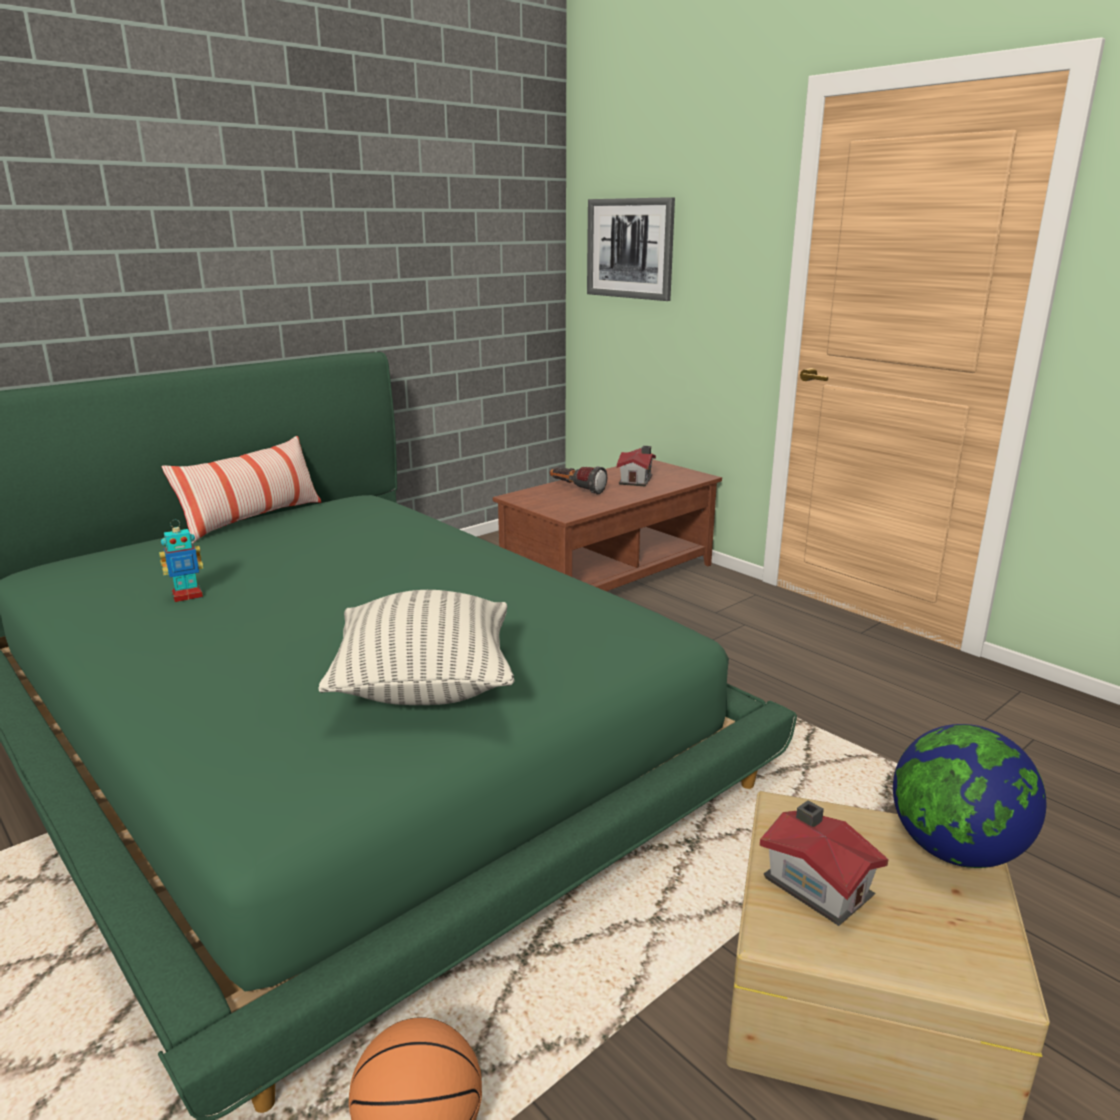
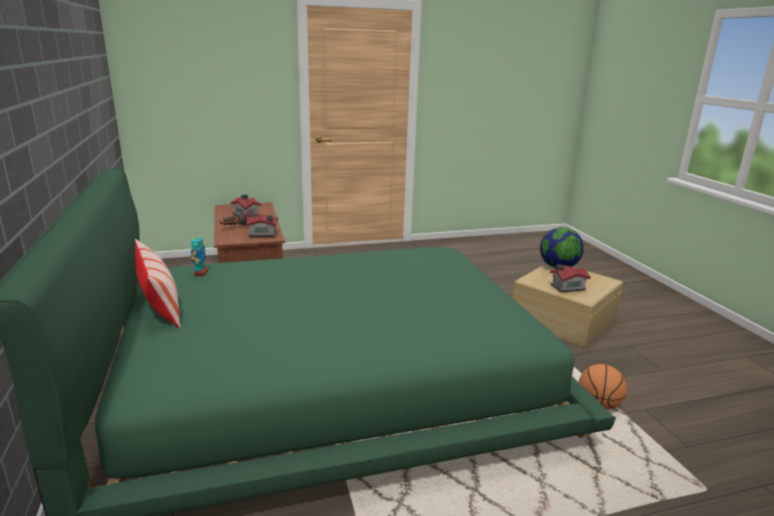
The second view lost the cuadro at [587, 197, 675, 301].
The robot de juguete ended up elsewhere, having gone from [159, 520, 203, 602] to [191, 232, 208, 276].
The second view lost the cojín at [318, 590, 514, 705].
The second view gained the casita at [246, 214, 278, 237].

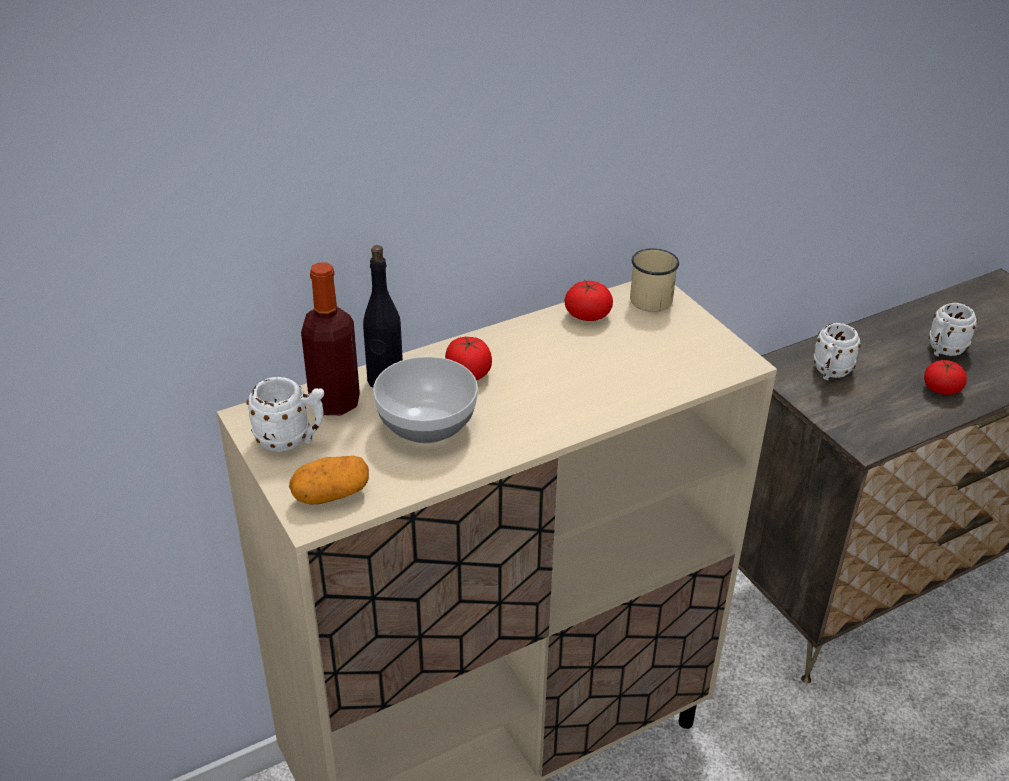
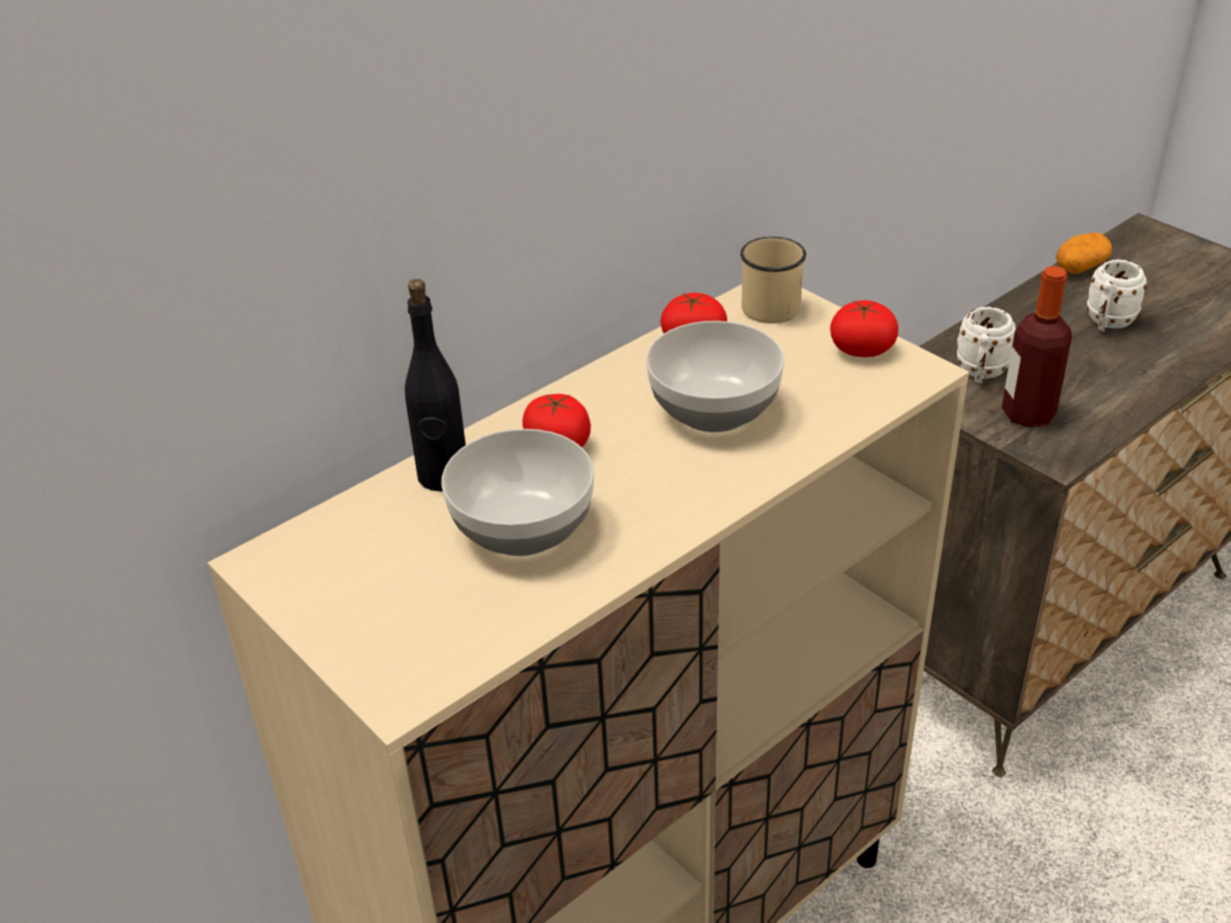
The botella ended up elsewhere, having gone from [301, 262, 360, 415] to [1002, 266, 1072, 428].
The tomate ended up elsewhere, having gone from [924, 359, 967, 395] to [830, 300, 898, 357].
The second view lost the taza grande (blanco) at [246, 377, 324, 452].
The patata ended up elsewhere, having gone from [289, 456, 369, 505] to [1056, 233, 1112, 274].
The second view gained the cuenco at [646, 321, 784, 432].

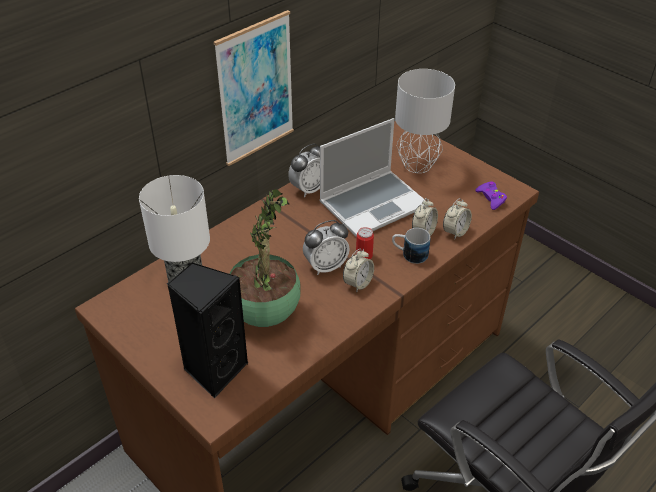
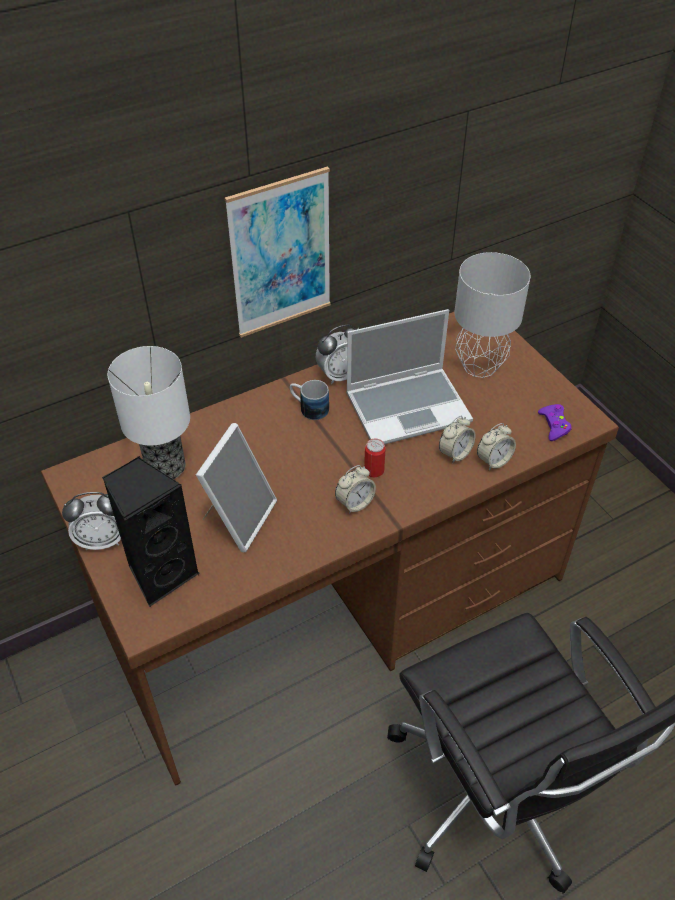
Where the planta en maceta stood at [229, 189, 301, 327], the portarretratos came to stand at [196, 423, 277, 552].
The despertador ended up elsewhere, having gone from [303, 220, 349, 275] to [62, 492, 121, 550].
The taza grande ended up elsewhere, having gone from [392, 228, 430, 264] to [290, 380, 329, 420].

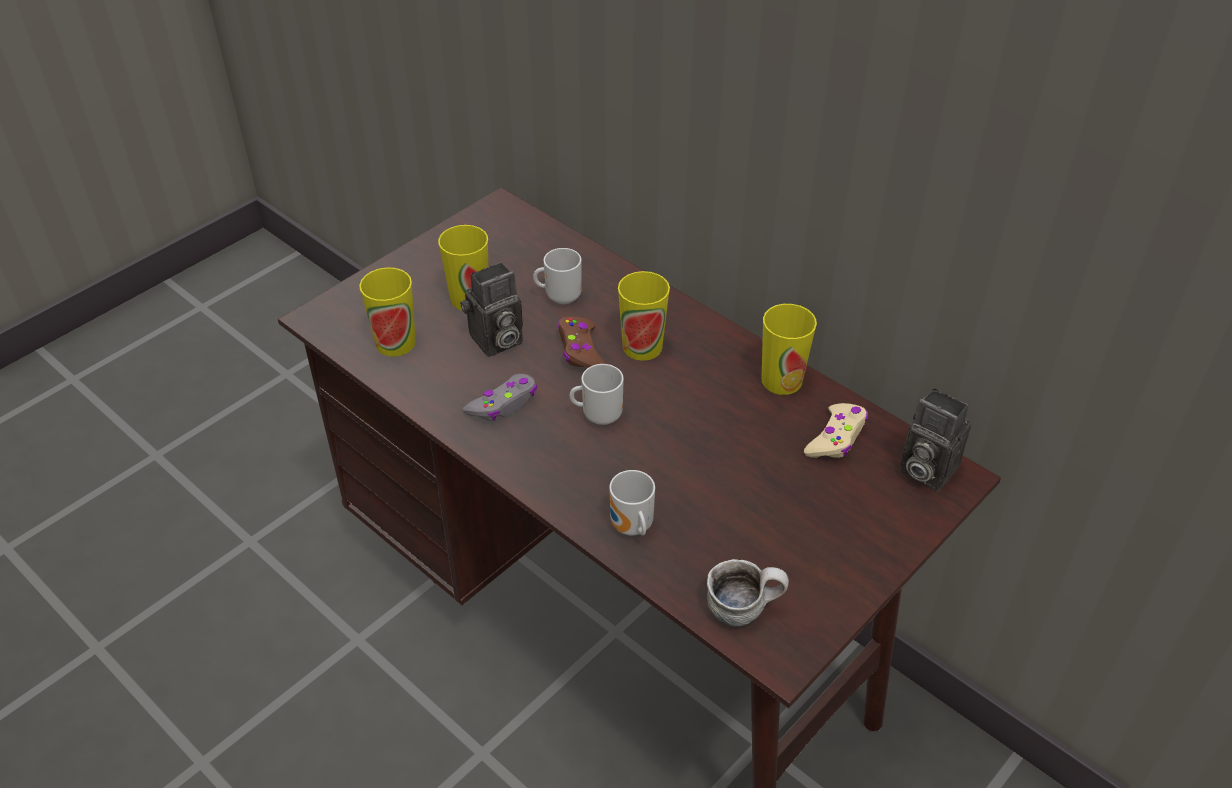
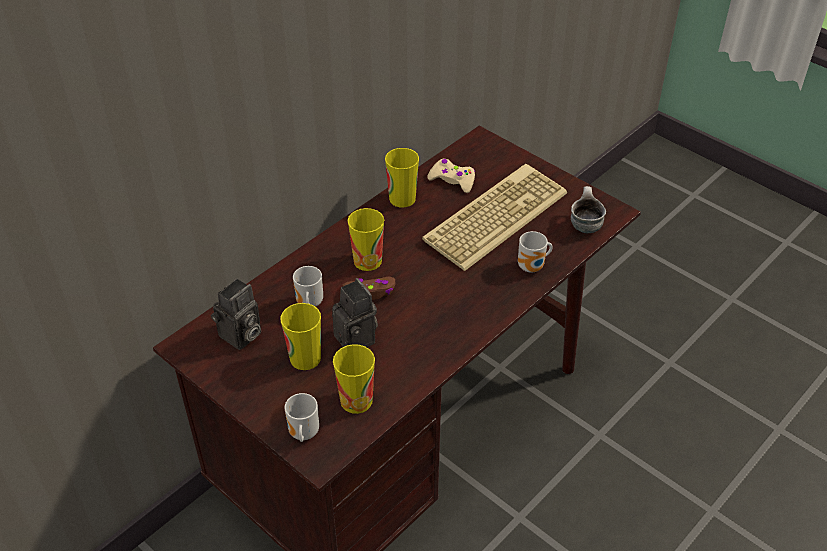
The taza grande ended up elsewhere, having gone from [569, 364, 624, 425] to [284, 393, 319, 442].
The second view lost the mando de consola (gris) at [463, 374, 537, 421].
The cámara ended up elsewhere, having gone from [900, 388, 971, 491] to [211, 278, 261, 350].
The second view gained the teclado at [422, 164, 567, 271].

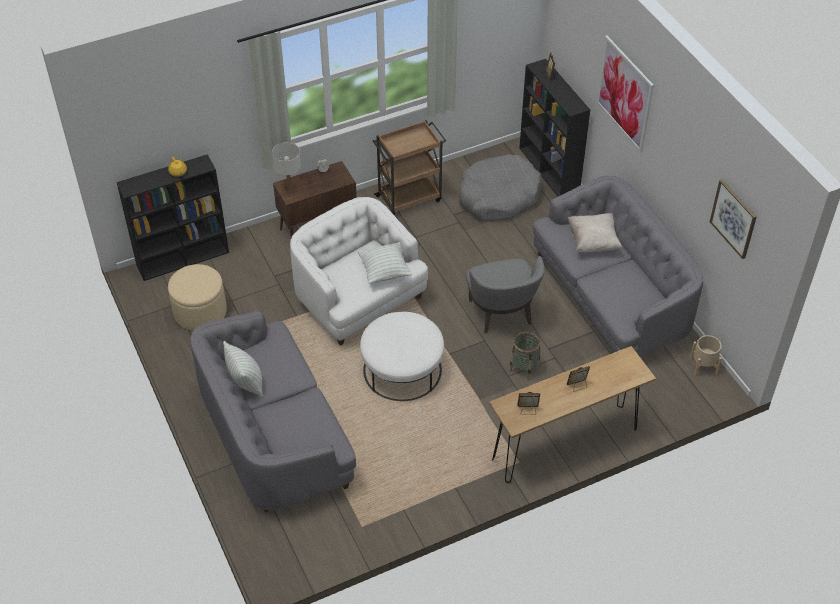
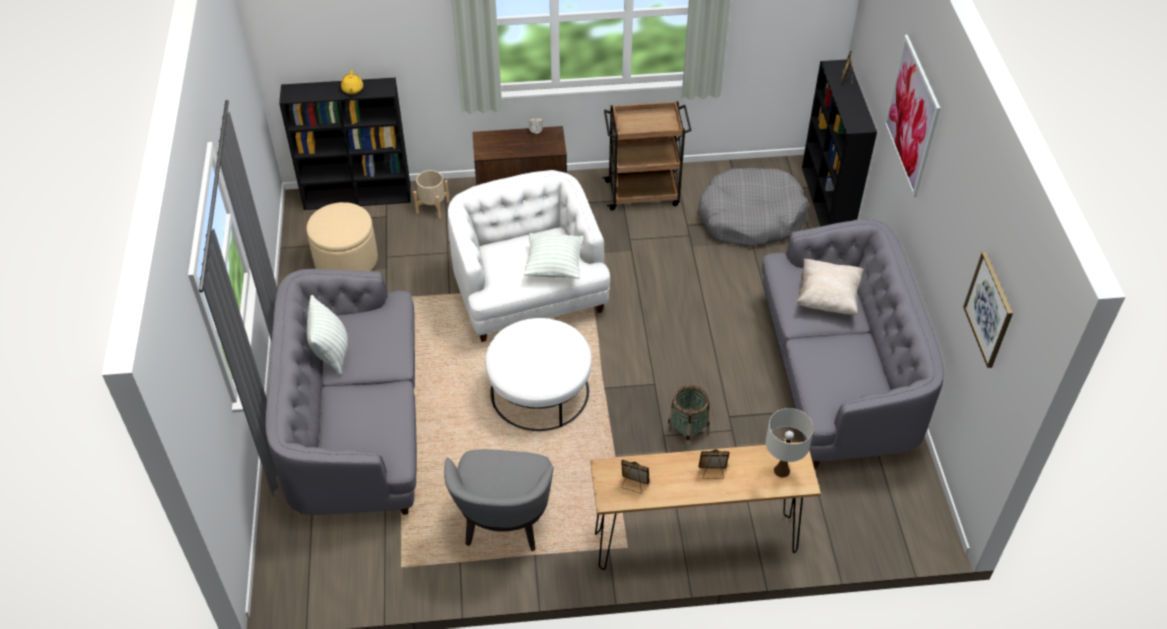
The lámpara de mesa (blanco) ended up elsewhere, having gone from [272, 142, 301, 191] to [766, 408, 814, 478].
The sillón (gris) ended up elsewhere, having gone from [466, 256, 545, 334] to [444, 449, 554, 551].
The maceta (beis) ended up elsewhere, having gone from [690, 335, 722, 376] to [413, 170, 450, 218].

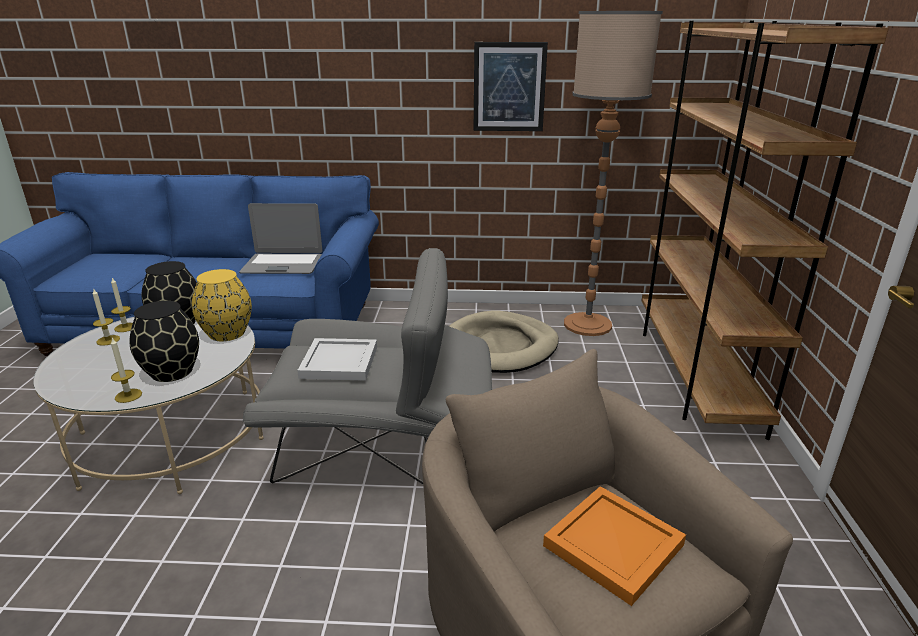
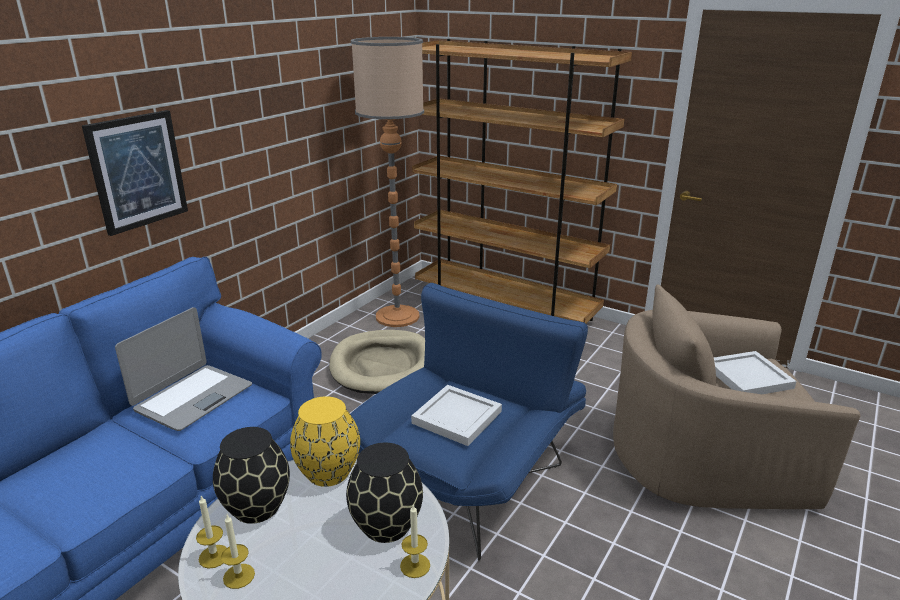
The cuadro ended up elsewhere, having gone from [474, 42, 548, 131] to [82, 110, 188, 236].
What was the sillón (gris) at [243, 248, 492, 484] turned into the sillón (azul) at [350, 283, 588, 561].
What was the bandeja (naranja) at [543, 486, 686, 606] turned into the bandeja (blanco) at [714, 351, 797, 394].

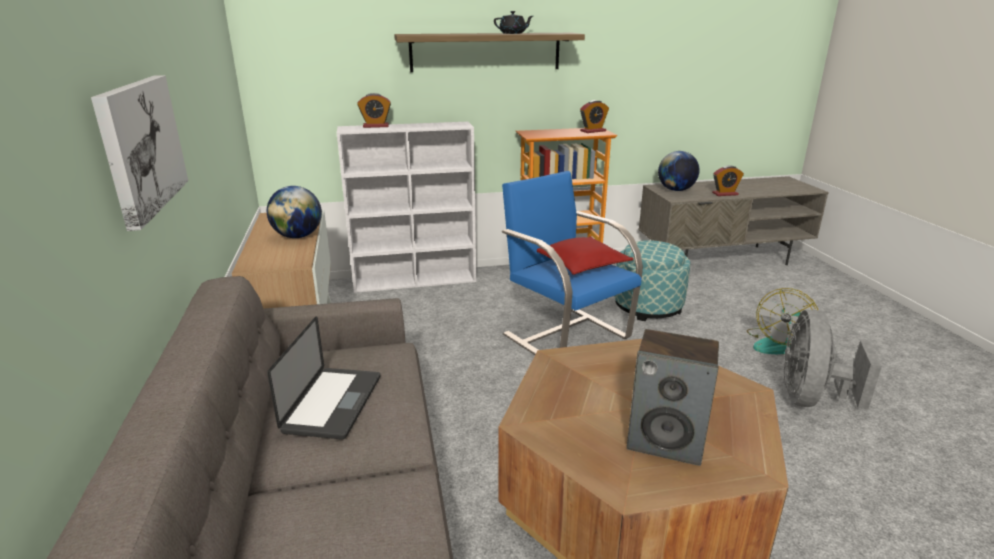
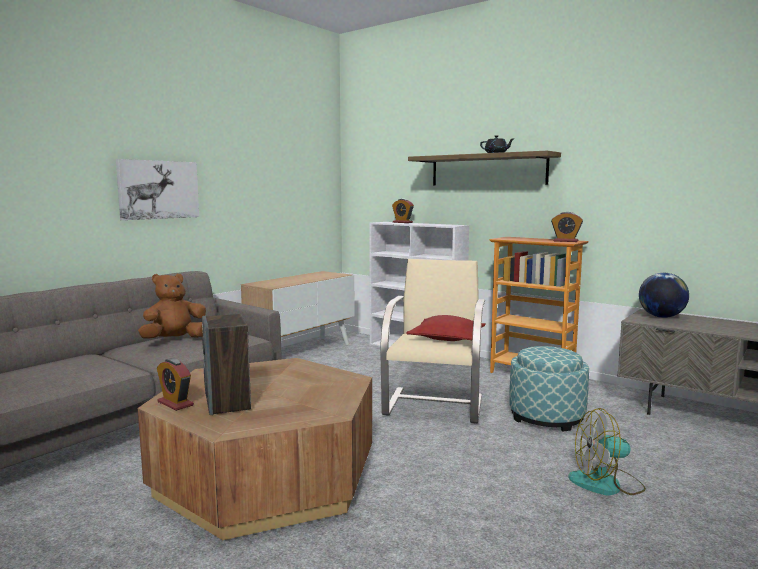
The despertador ended up elsewhere, having gone from [712, 165, 744, 196] to [157, 358, 194, 411].
What was the sillón (azul) at [502, 171, 643, 355] turned into the sillón (beis) at [381, 259, 485, 424].
The second view lost the globo terráqueo at [267, 186, 322, 238].
The second view lost the ventilador (gris) at [784, 310, 882, 409].
Where the portátil stood at [267, 316, 380, 439], the peluche (marrón) came to stand at [138, 274, 206, 339].

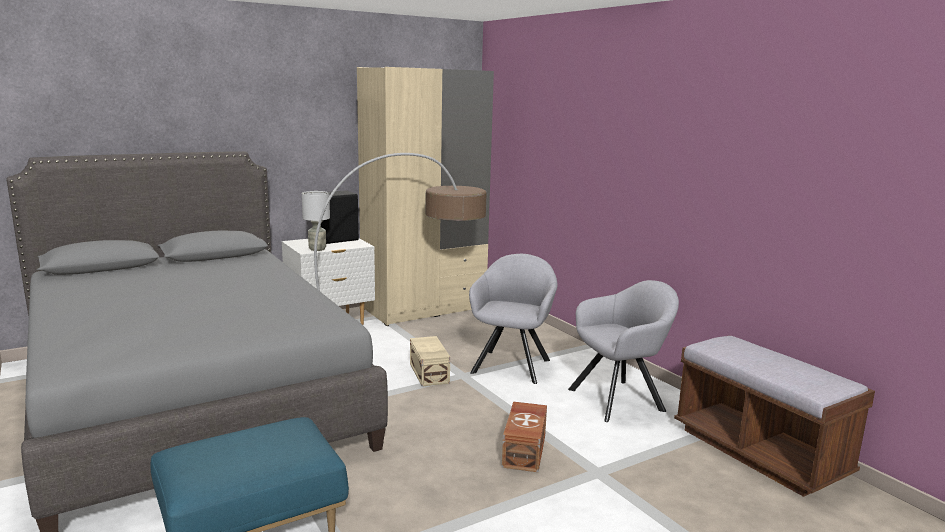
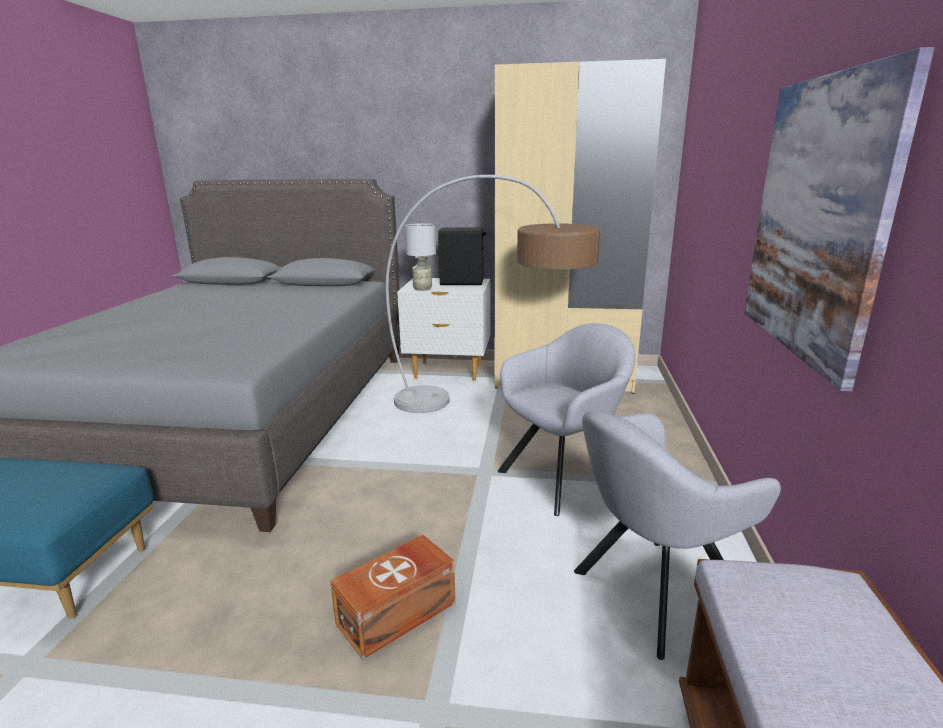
The sillón (gris) at [568, 280, 679, 422] ended up facing another way, 135 degrees clockwise from before.
The second view lost the caja de almacenaje (beis) at [410, 336, 450, 386].
The second view gained the cuadro at [744, 47, 934, 391].

